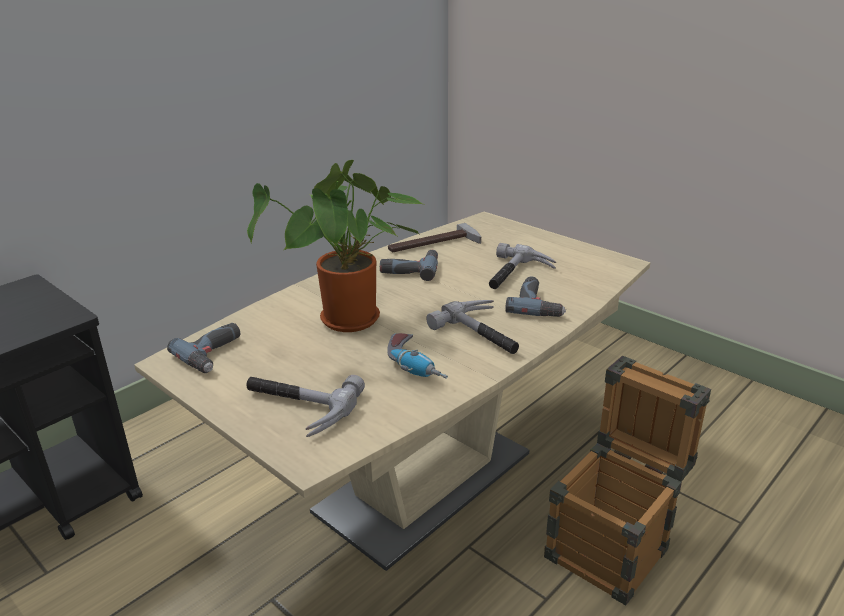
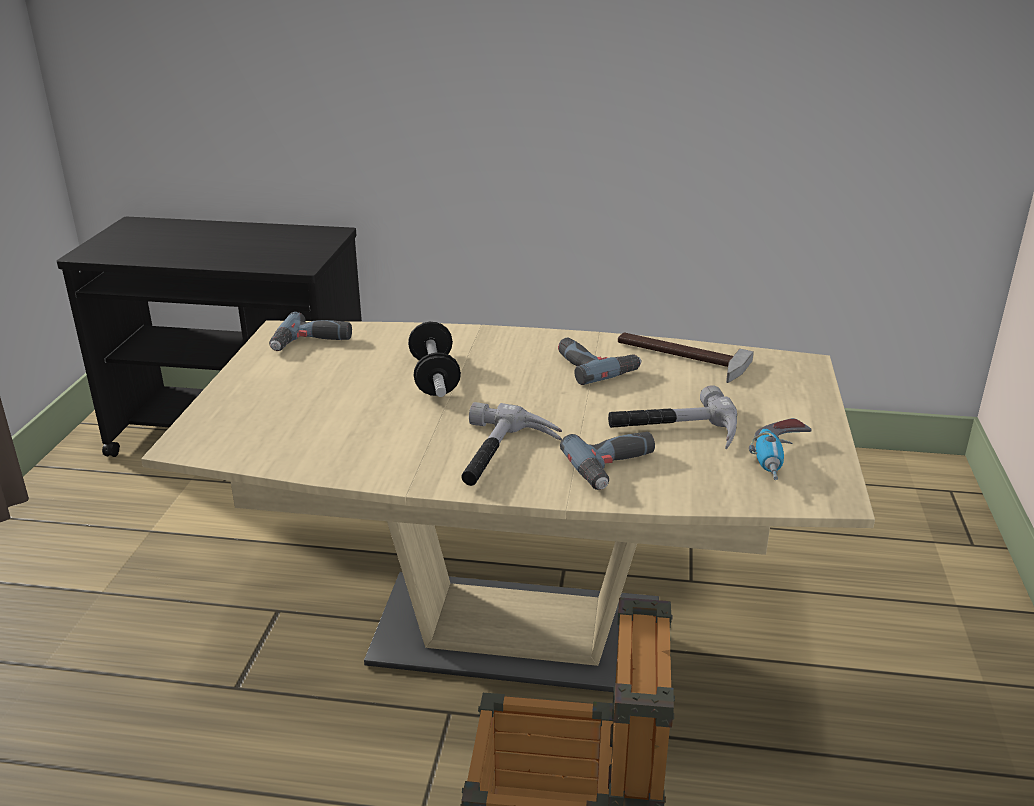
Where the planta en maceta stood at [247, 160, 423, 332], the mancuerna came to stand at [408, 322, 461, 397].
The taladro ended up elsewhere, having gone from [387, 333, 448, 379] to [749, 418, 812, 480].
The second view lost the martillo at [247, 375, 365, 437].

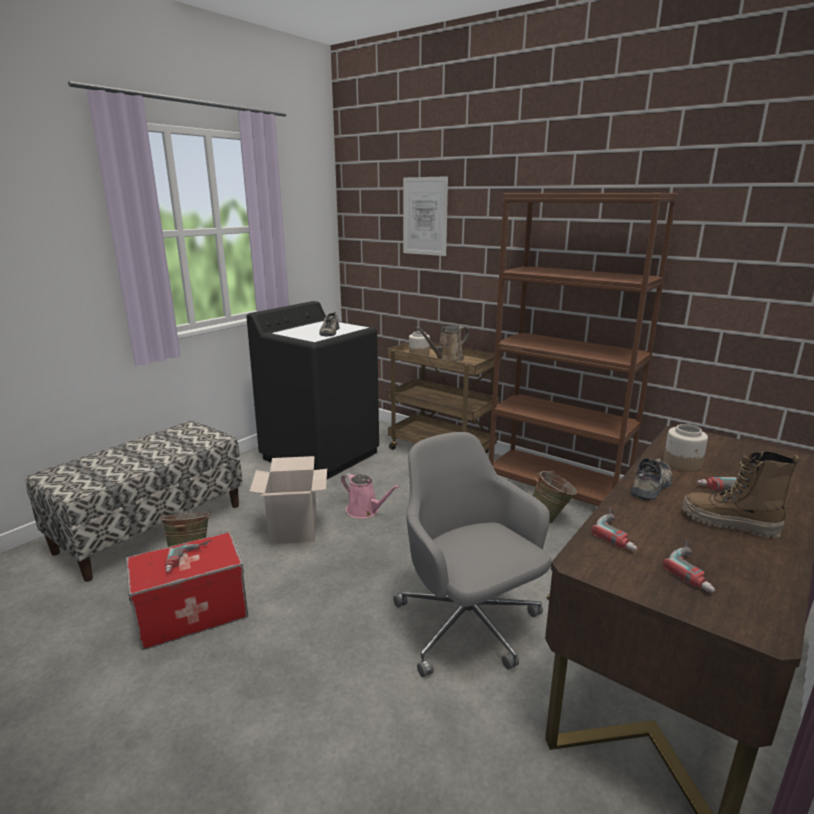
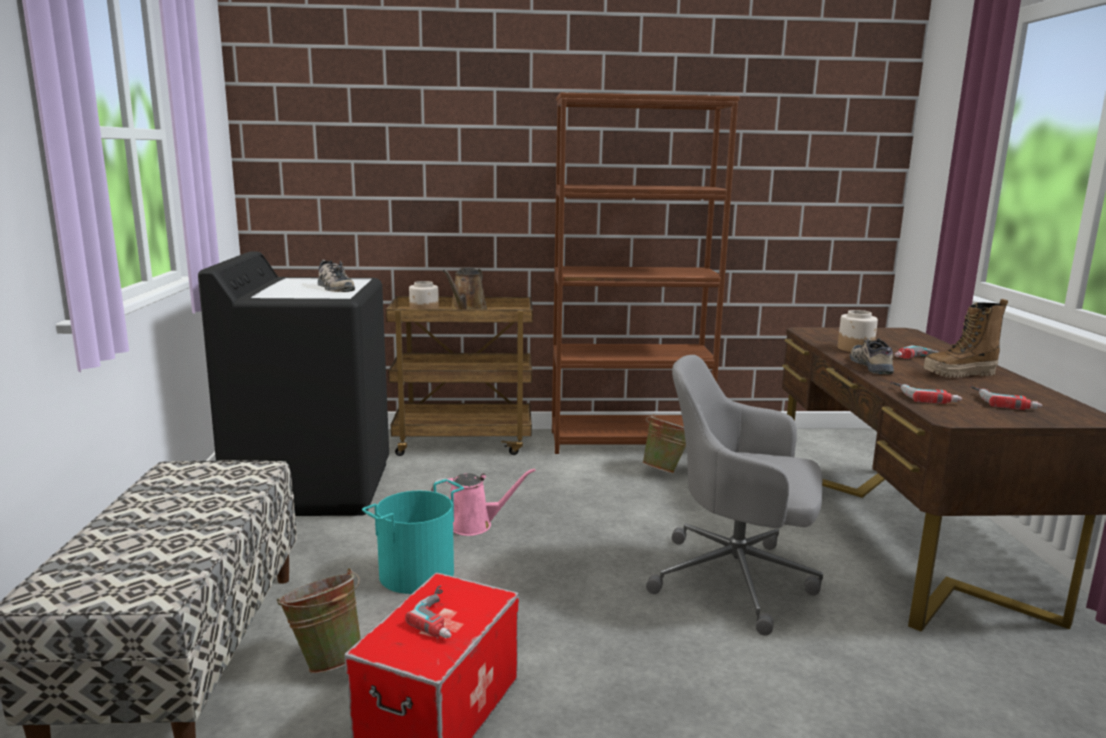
The second view lost the cuadro at [403, 176, 448, 256].
Where the caja de cartón stood at [249, 456, 327, 544], the cubo (turquesa) came to stand at [362, 479, 464, 594].

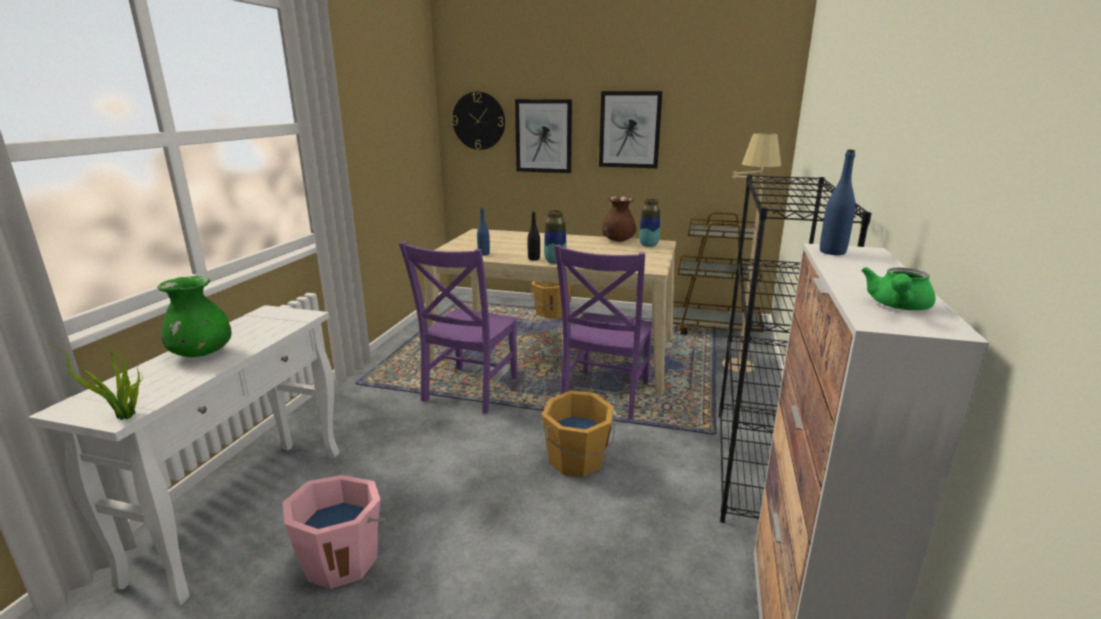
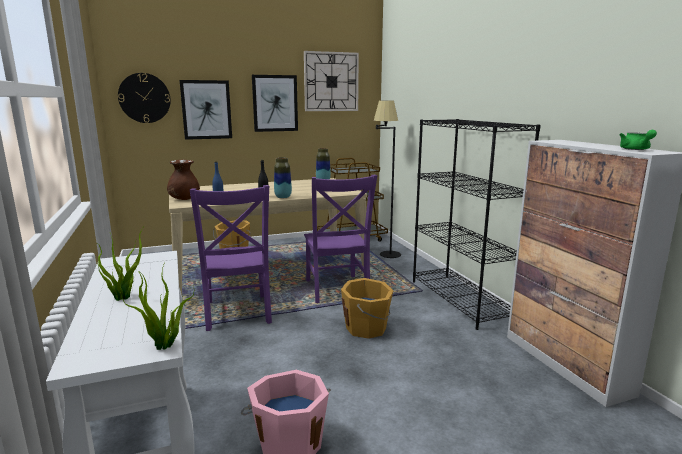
What was the lámpara de pie (beis) at [722, 133, 781, 373] turned into the lámpara de pie (negro) at [374, 101, 401, 258].
The second view lost the botella (azul) at [820, 150, 855, 255].
The florero (marrón) ended up elsewhere, having gone from [602, 196, 636, 242] to [167, 160, 200, 200].
Where the florero (verde) stood at [157, 276, 231, 357], the planta en maceta came to stand at [98, 225, 145, 301].
The second view gained the reloj de pared at [304, 51, 359, 111].

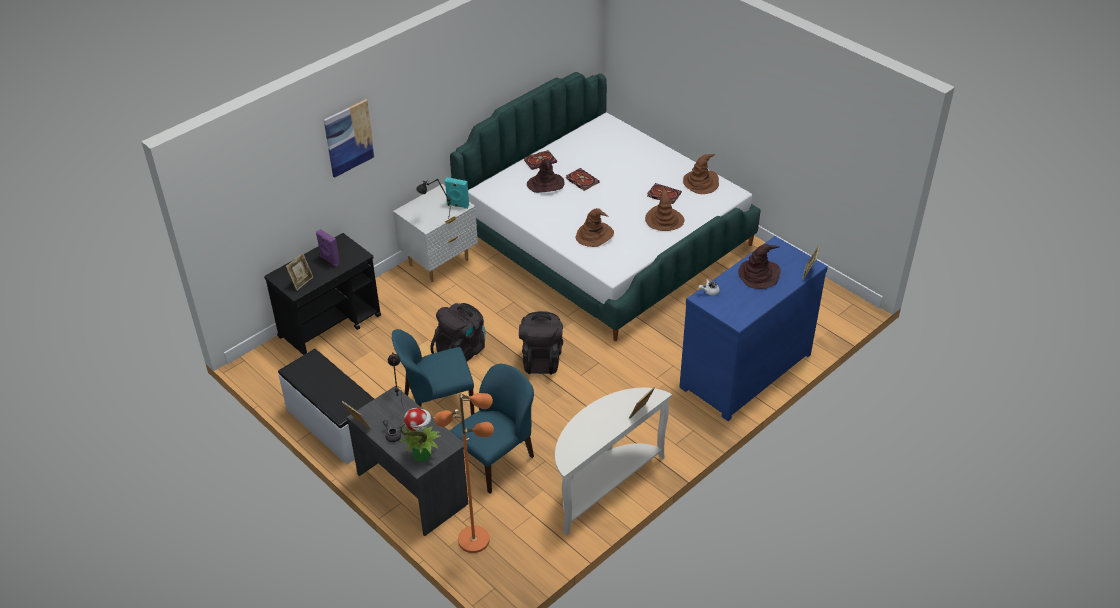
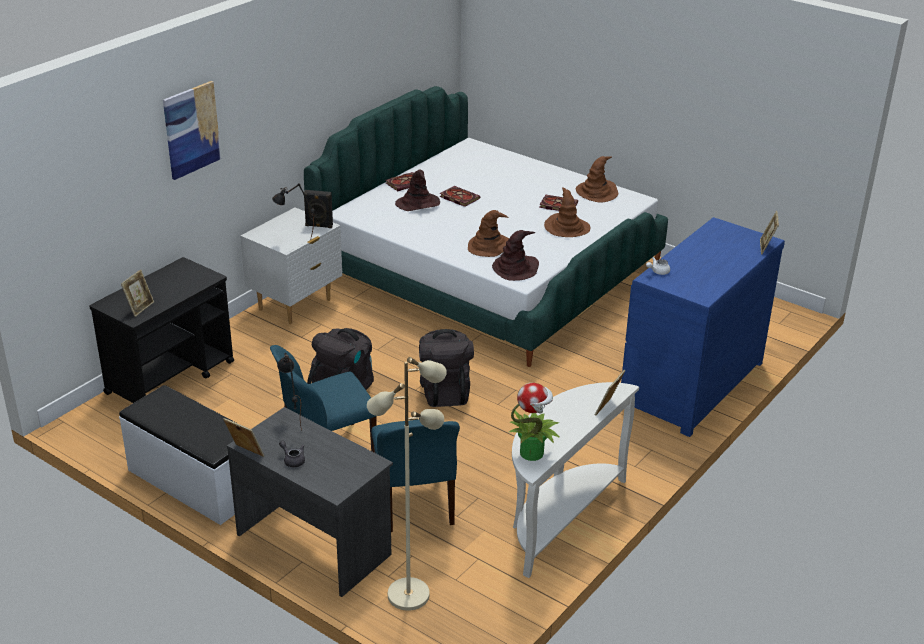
What was the altavoz (turquesa) at [445, 177, 469, 209] turned into the altavoz (negro) at [304, 190, 333, 228].
The second view lost the altavoz (morado) at [316, 229, 340, 267].
The sombrero (marrón) ended up elsewhere, having gone from [738, 244, 781, 289] to [492, 230, 539, 281].
The silla (azul) at [450, 364, 534, 494] ended up facing another way, 135 degrees clockwise from before.
What was the lámpara de pie (naranja) at [434, 393, 494, 553] turned into the lámpara de pie (beis) at [367, 357, 447, 611].
The planta en maceta ended up elsewhere, having gone from [400, 408, 440, 462] to [509, 383, 560, 461].

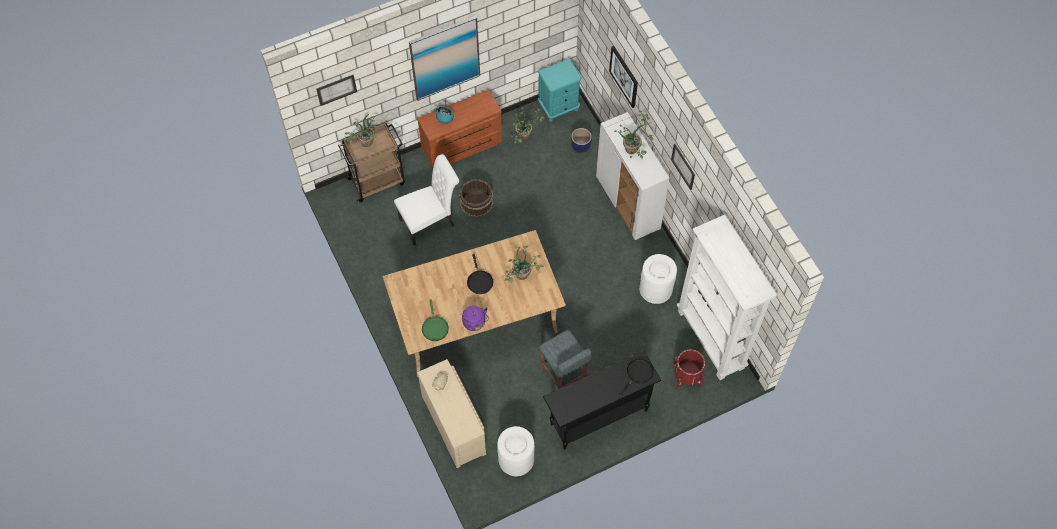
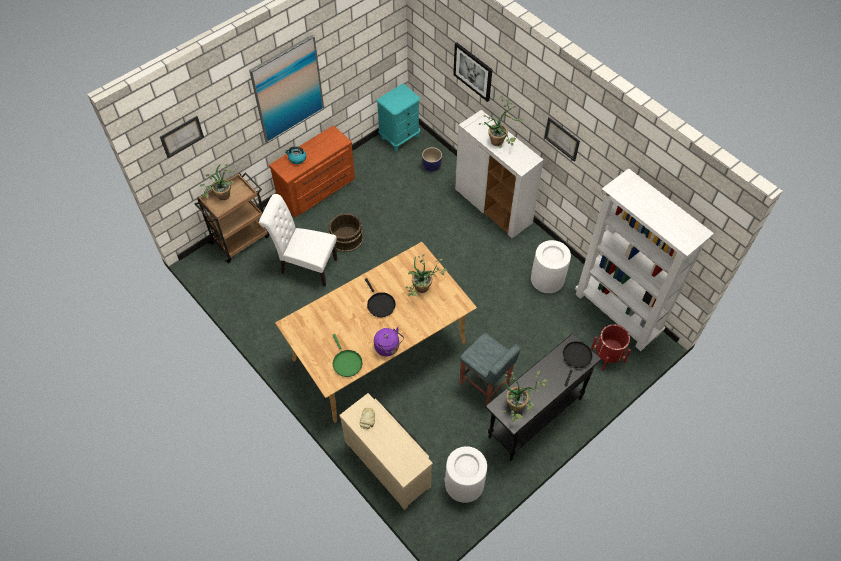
The planta en maceta ended up elsewhere, having gone from [511, 107, 545, 143] to [503, 371, 547, 422].
The silla (blanco) at [394, 154, 459, 246] ended up facing another way, 120 degrees counterclockwise from before.

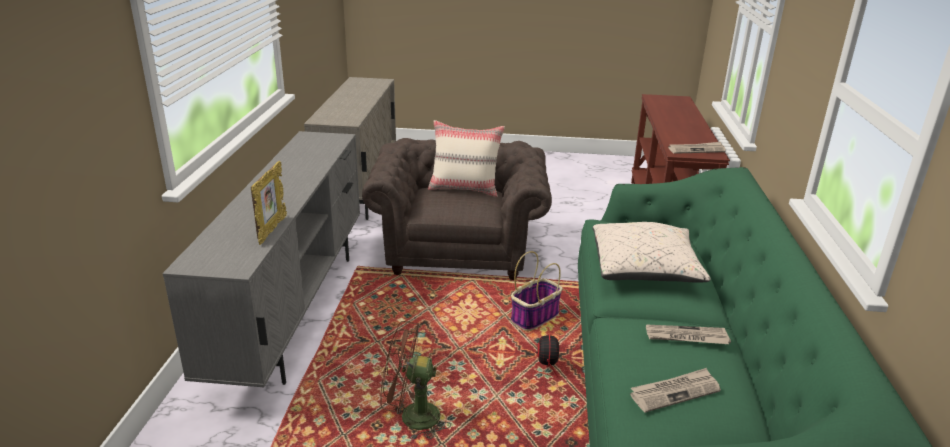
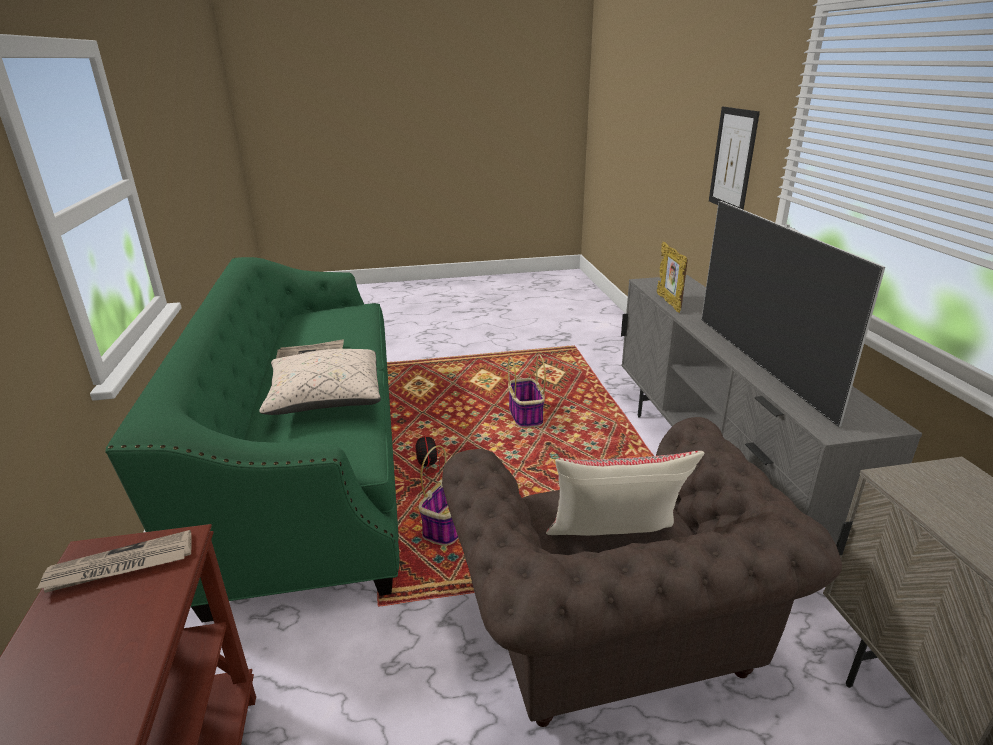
Where the ventilador (marrón) stood at [380, 321, 451, 440], the cesta came to stand at [508, 354, 546, 428].
The second view lost the periódico at [630, 368, 721, 413].
The second view gained the cuadro at [709, 107, 760, 210].
The second view gained the televisor at [701, 201, 885, 427].

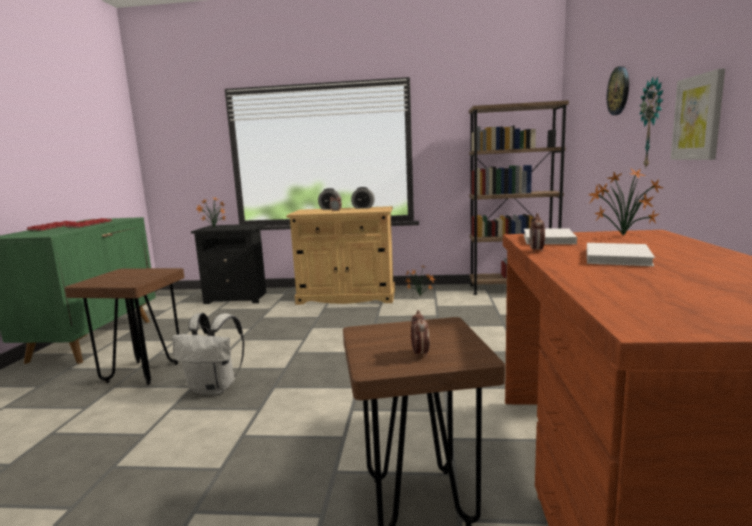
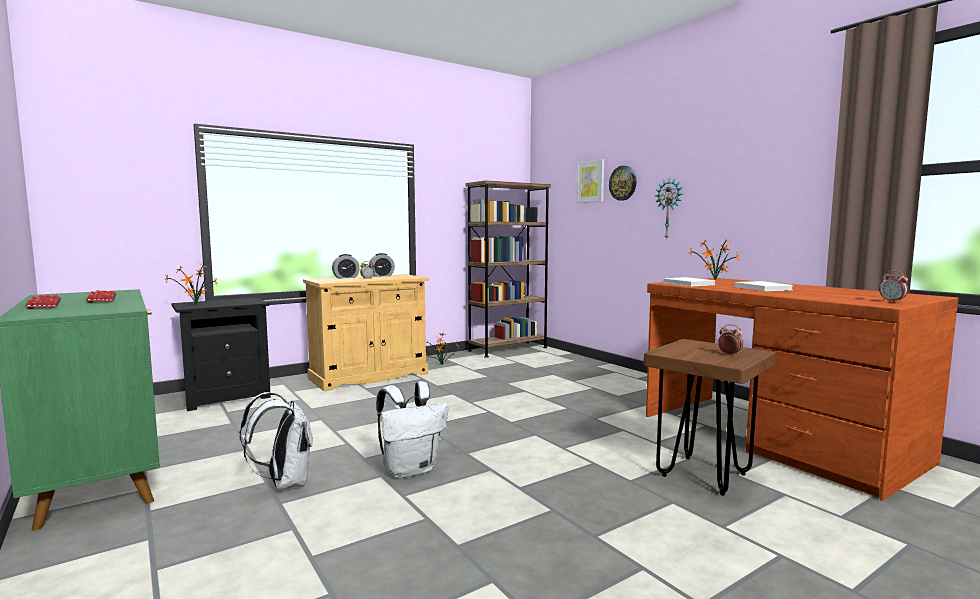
The cuadro ended up elsewhere, having gone from [671, 68, 725, 160] to [576, 159, 604, 203].
The despertador ended up elsewhere, having gone from [530, 213, 545, 252] to [879, 271, 908, 303].
Where the taburete (marrón) stood at [65, 268, 185, 385], the mochila (blanco) came to stand at [239, 392, 313, 489].

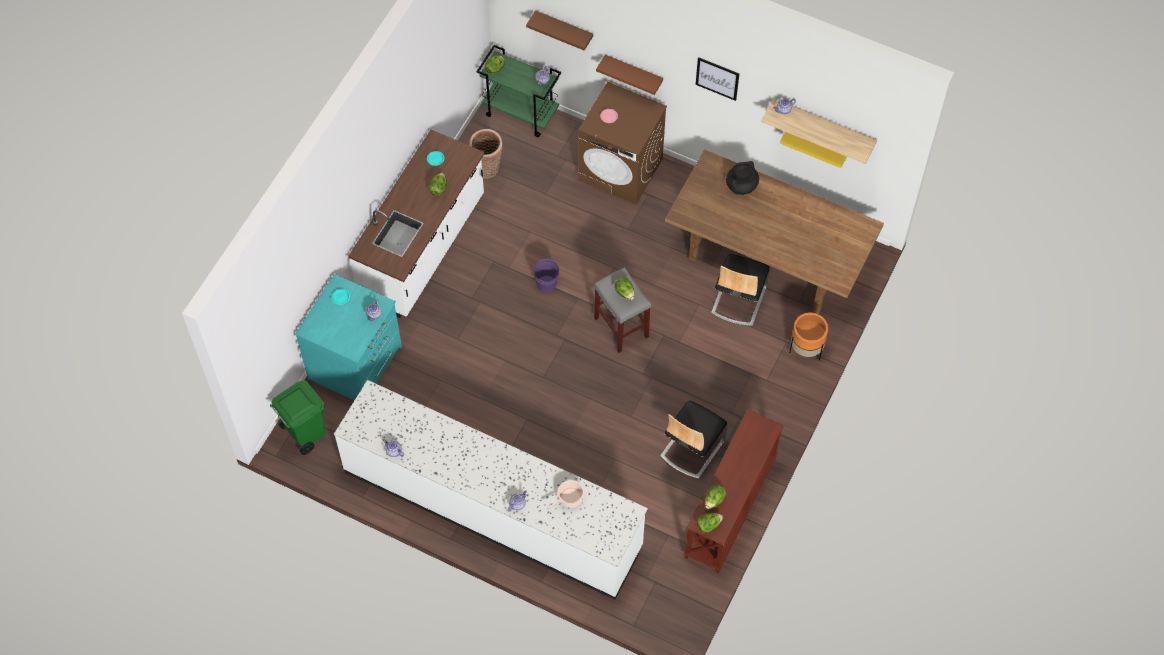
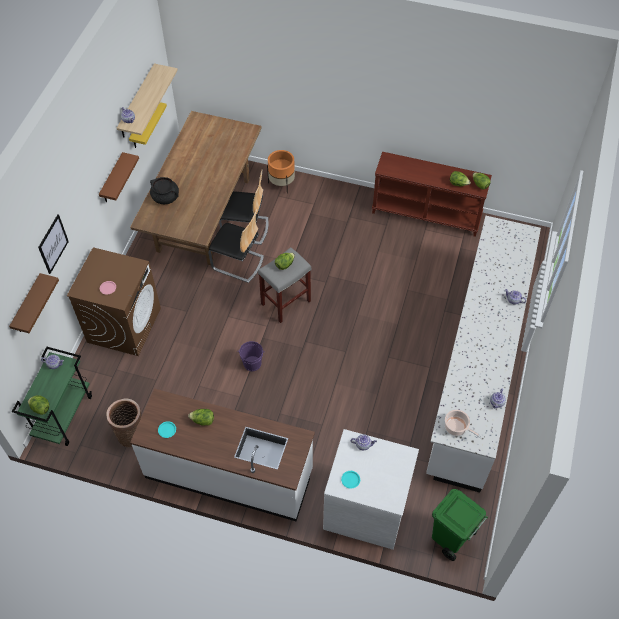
The estante (marrón) ended up elsewhere, having gone from [596, 55, 663, 95] to [99, 152, 139, 203].
The cuadro ended up elsewhere, having gone from [696, 57, 739, 101] to [38, 214, 69, 274].
What was the cómoda (turquesa) at [295, 274, 402, 400] turned into the cómoda (blanco) at [323, 429, 419, 550].
The silla ended up elsewhere, having gone from [660, 401, 728, 479] to [208, 209, 264, 283].
The olla ended up elsewhere, having gone from [547, 480, 584, 511] to [445, 410, 482, 438].

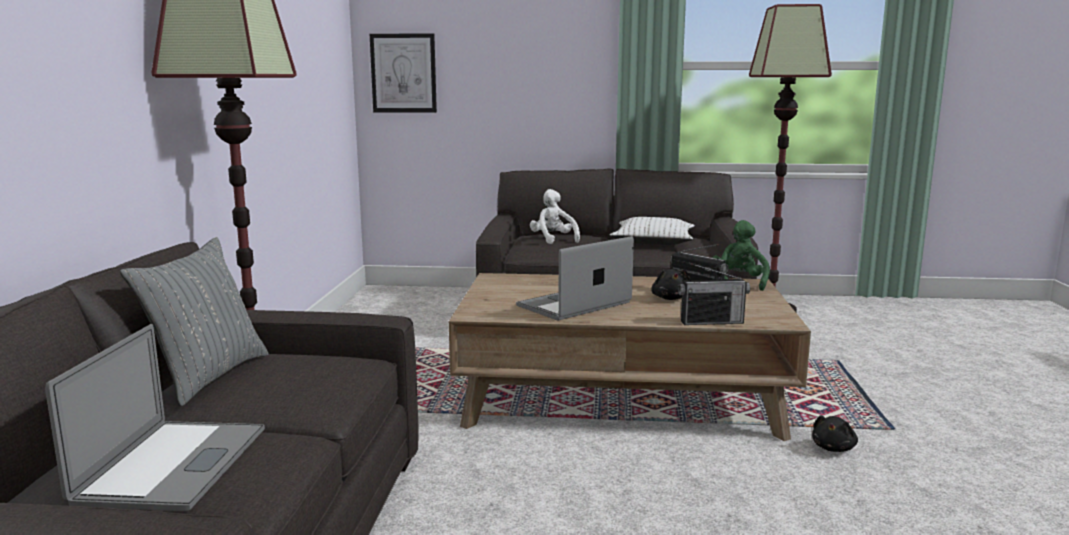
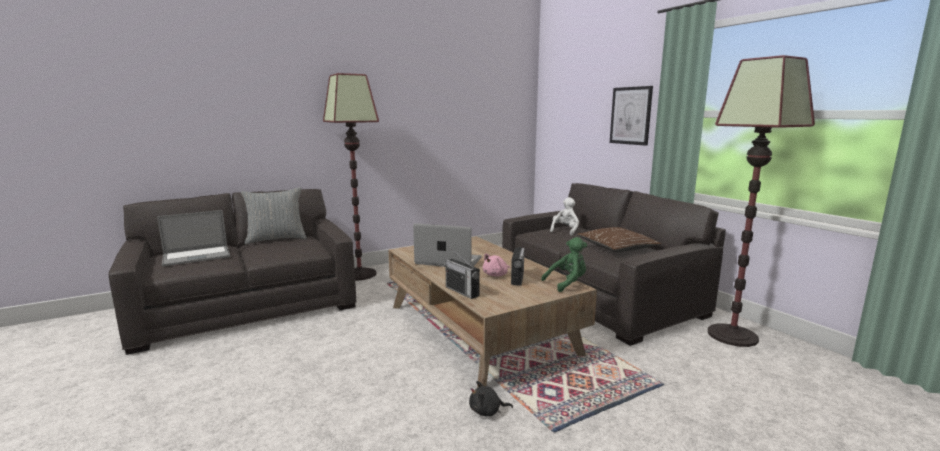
The cuadro ended up elsewhere, having gone from [370, 33, 437, 113] to [610, 86, 653, 146].
What was the cojín (blanco) at [610, 217, 695, 245] turned into the cojín (marrón) at [577, 227, 661, 252].
What was the peluche (negro) at [651, 269, 690, 300] turned into the peluche (rosa) at [483, 254, 510, 276].

